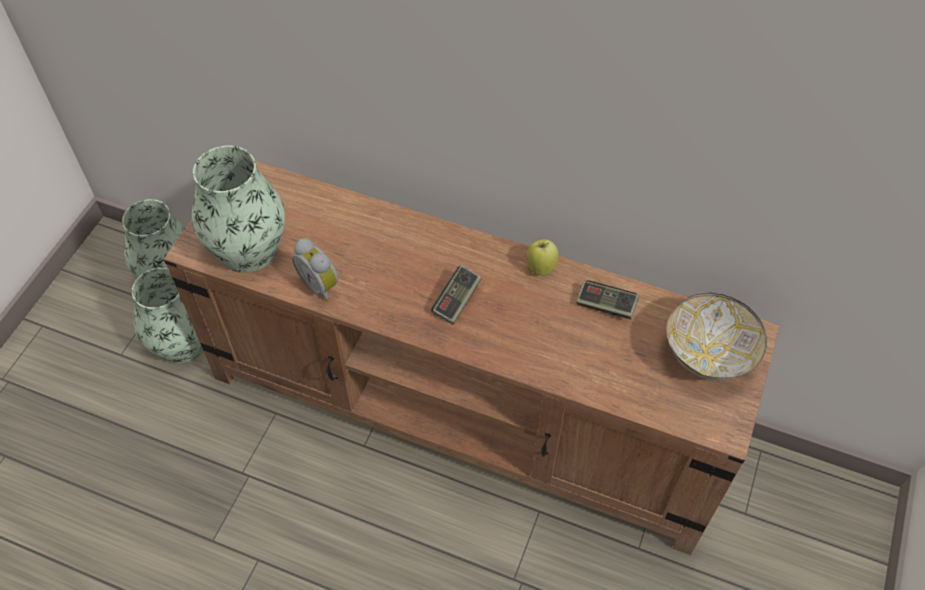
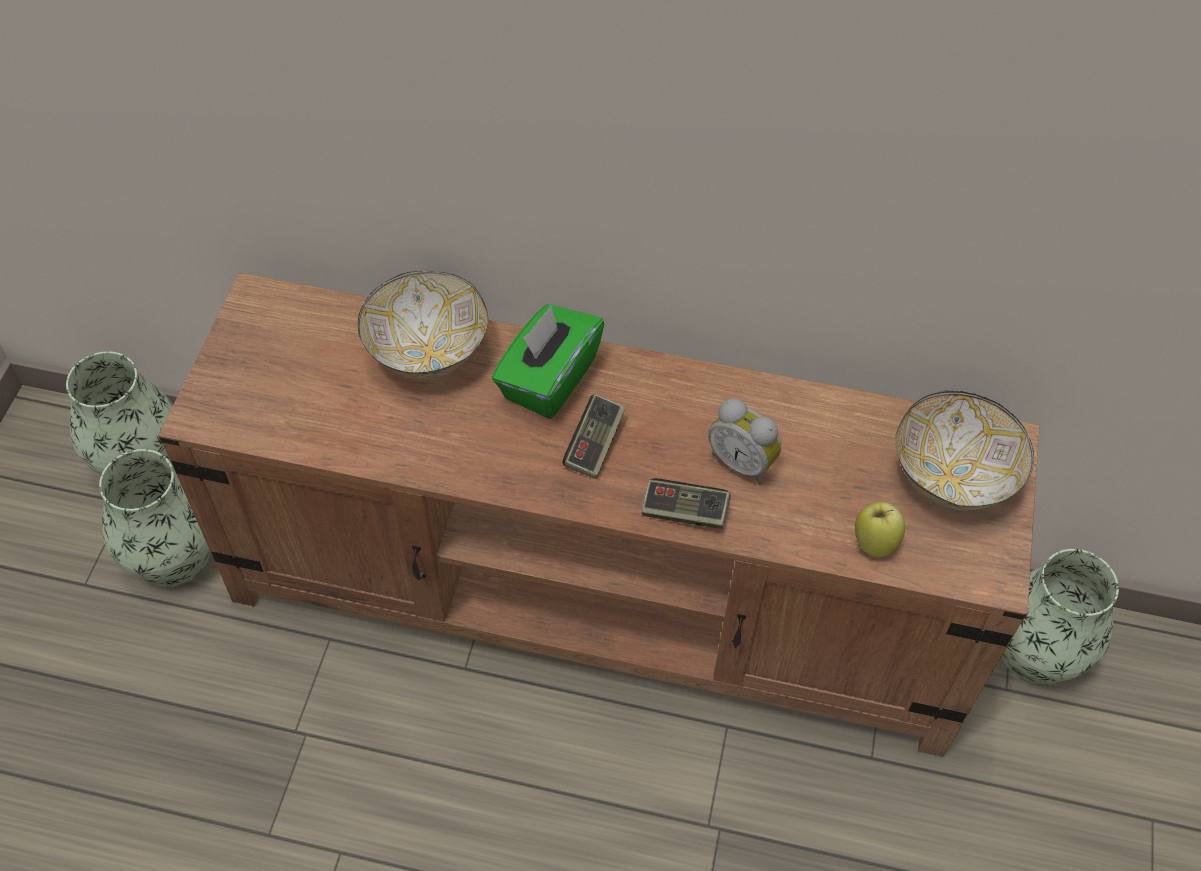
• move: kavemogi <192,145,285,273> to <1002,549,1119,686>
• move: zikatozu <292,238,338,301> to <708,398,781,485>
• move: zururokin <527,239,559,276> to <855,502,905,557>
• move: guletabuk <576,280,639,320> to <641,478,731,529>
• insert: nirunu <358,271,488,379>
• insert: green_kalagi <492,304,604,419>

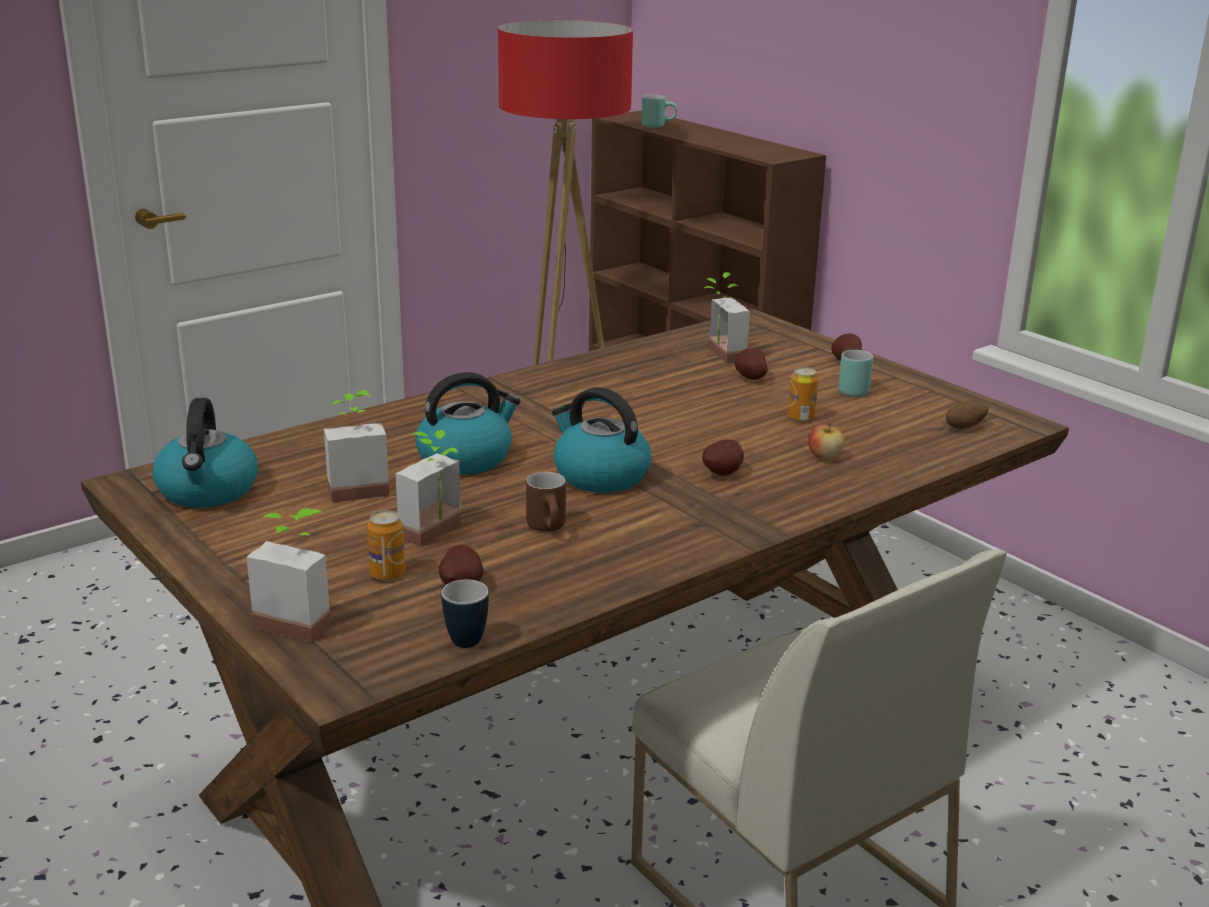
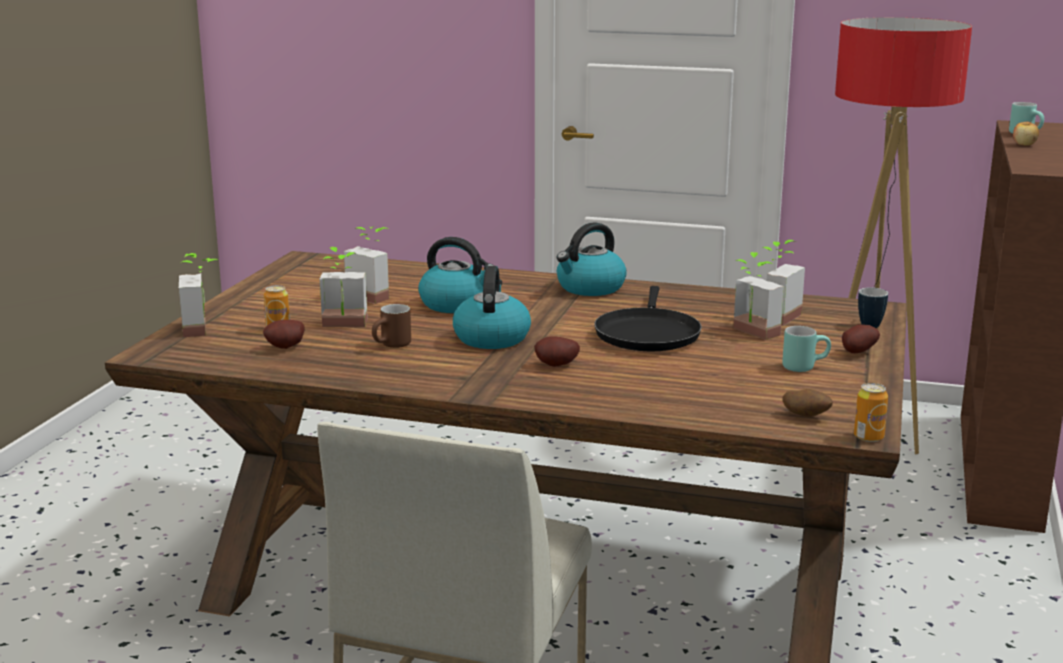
• move: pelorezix <152,398,258,508> to <557,222,627,296>
• move: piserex <442,580,489,648> to <858,288,888,328>
• replace: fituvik <734,348,768,380> to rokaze <733,252,784,340>
• move: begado <788,367,819,422> to <854,383,888,442>
• move: zururokin <808,422,845,460> to <1013,120,1039,145>
• insert: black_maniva <594,286,702,351>

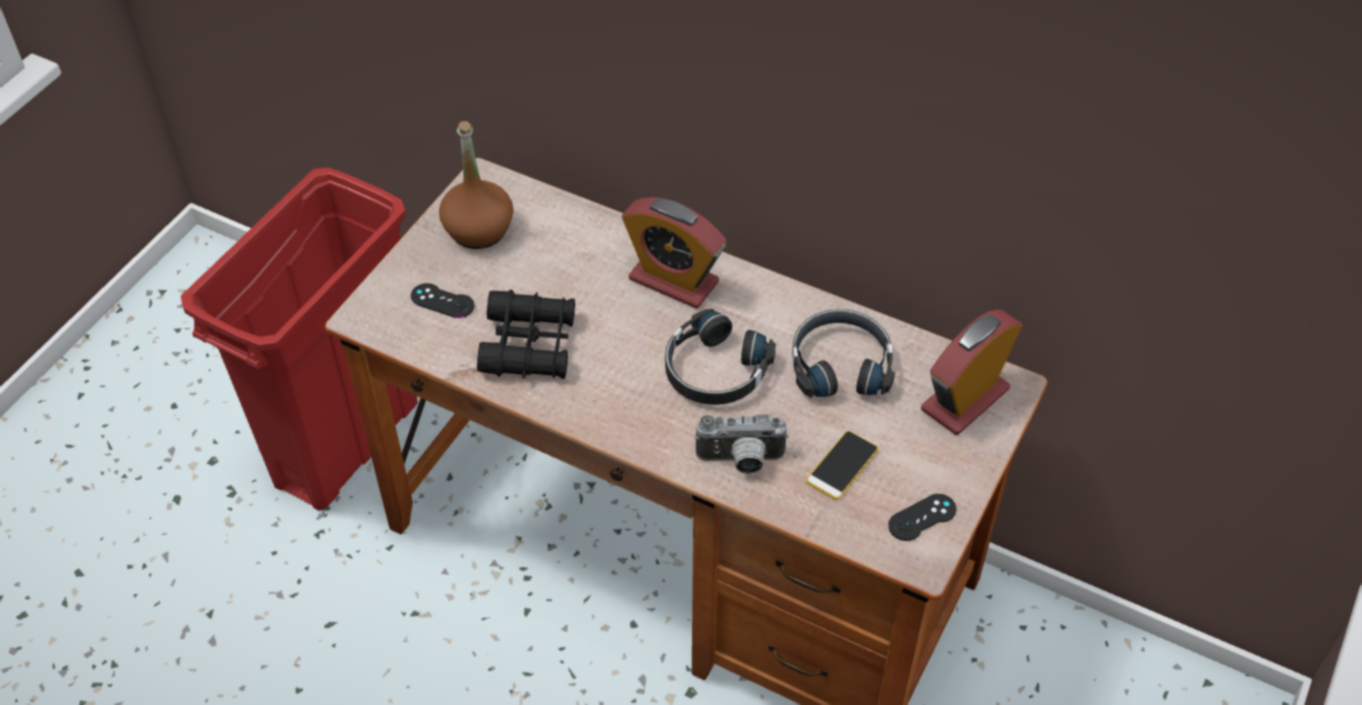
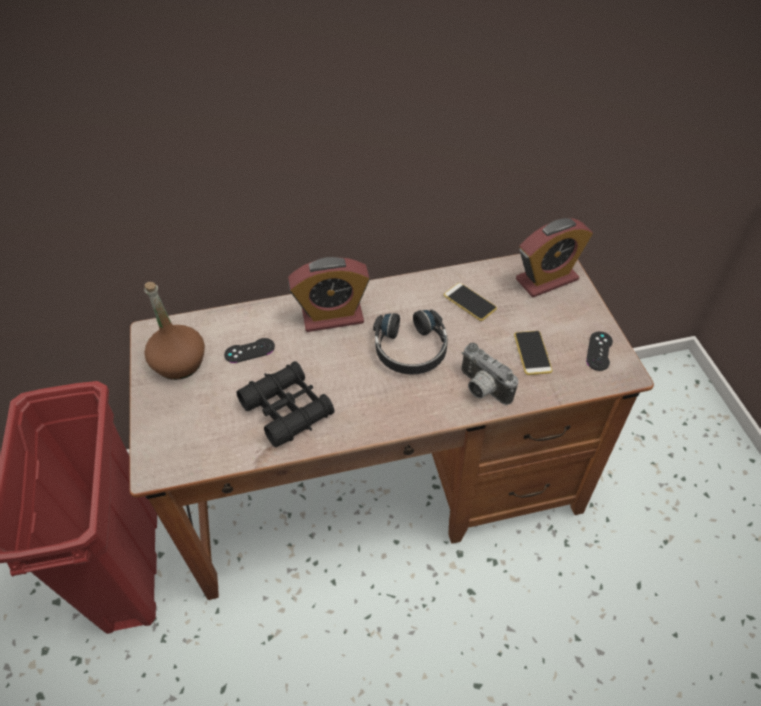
• move: black_guletabuk <411,283,475,318> to <224,338,275,363>
• rotate: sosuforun <695,415,788,474> = <461,342,518,405> 90 degrees clockwise
• replace: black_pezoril <792,309,895,397> to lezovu <444,283,497,321>
• rotate: zikatozu <921,310,1022,435> = <516,218,593,297> 120 degrees counterclockwise

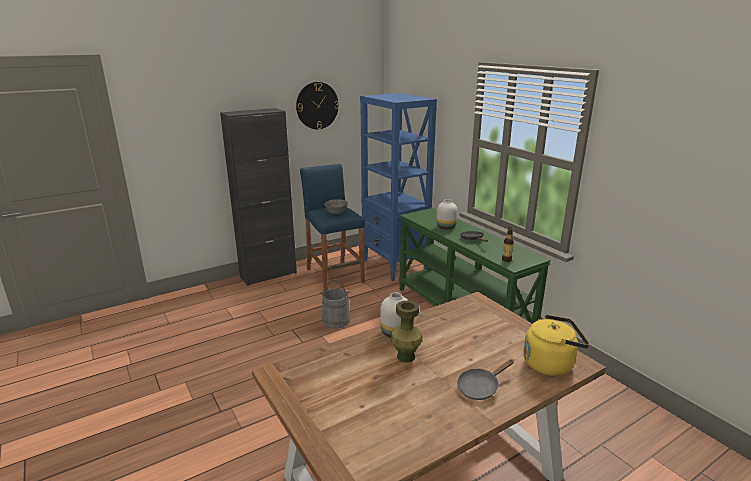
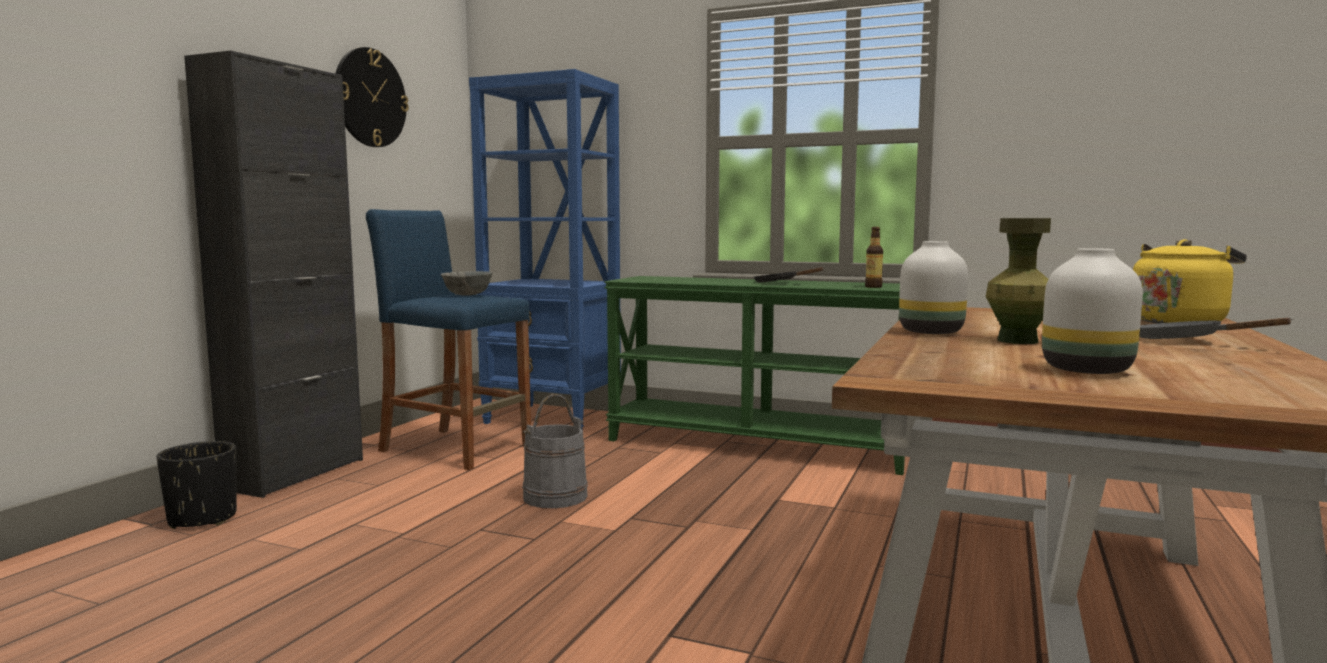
• move: white_kavemogi <436,199,457,229> to <1042,248,1143,374>
• rotate: grey_maniva <457,359,514,400> = <1139,318,1294,339> 120 degrees clockwise
• insert: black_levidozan <156,441,237,529>

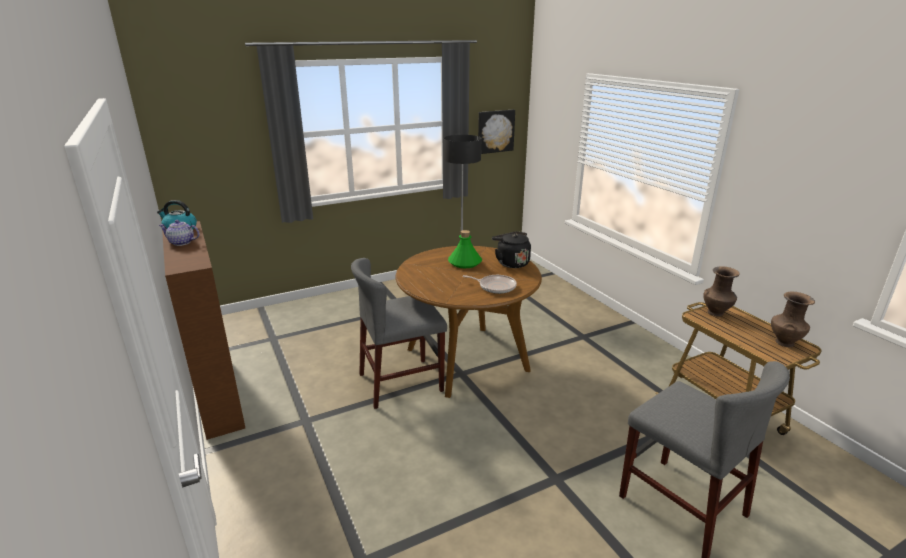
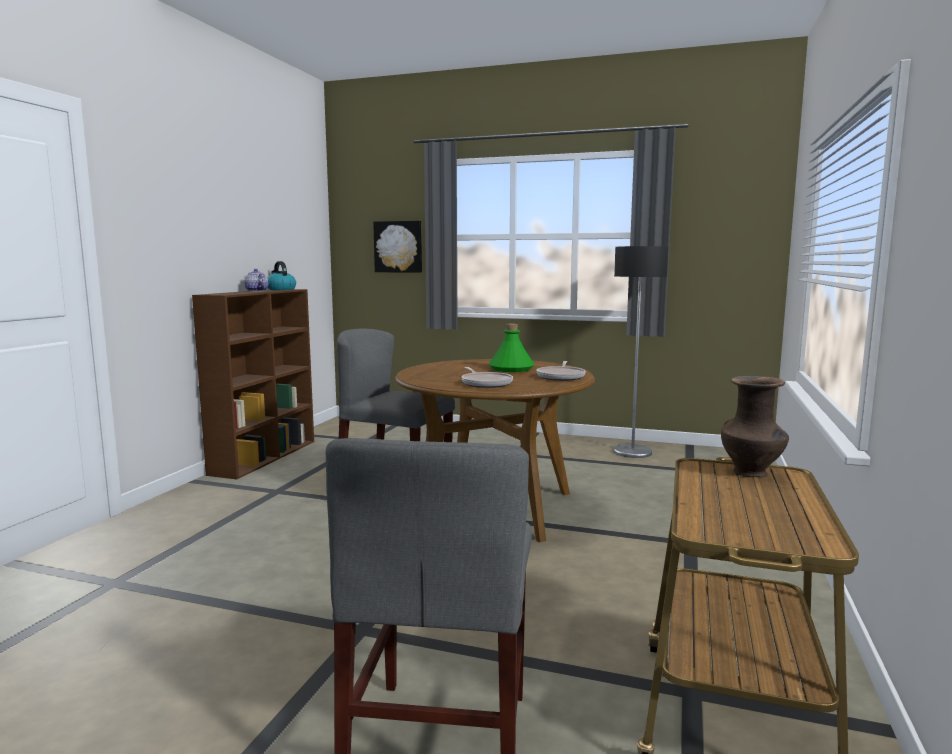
• move: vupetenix <478,110,515,154> to <373,221,422,273>
• replace: black_pelorezix <492,232,531,268> to maniva <536,361,586,381>
• delete: brown_kavemogi <771,292,815,347>

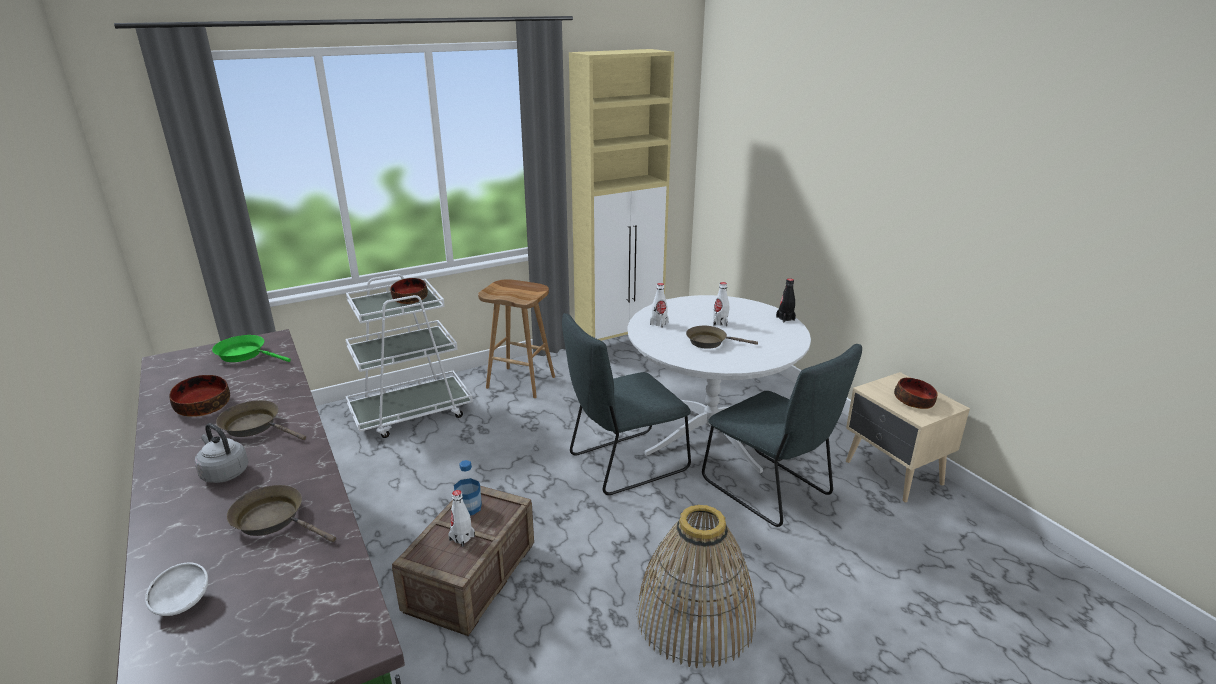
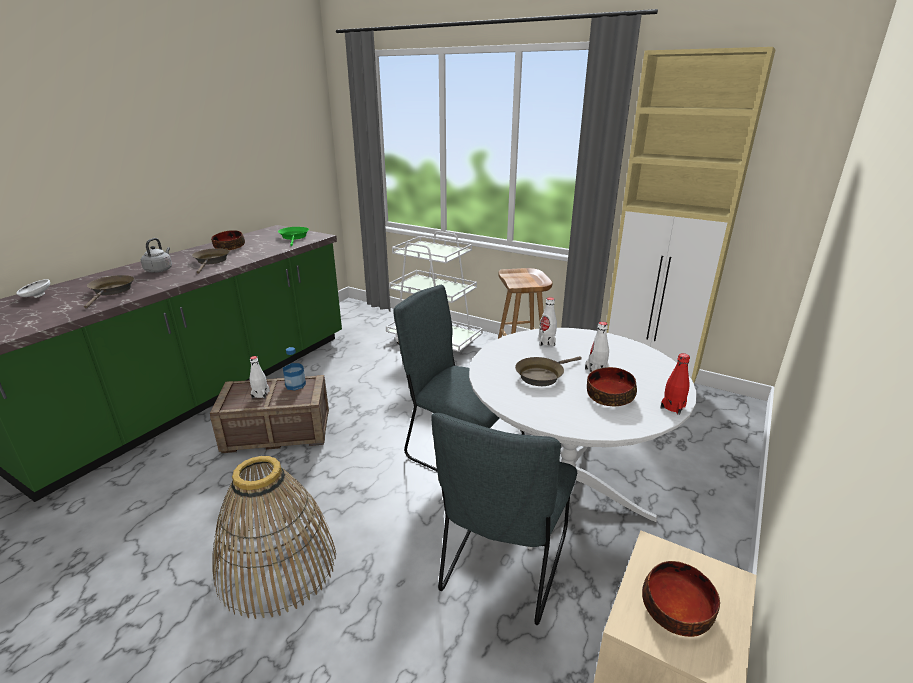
• move: nirunu <390,278,428,304> to <587,367,637,406>
• rotate: brown_maniva <686,326,758,349> = <515,356,582,386> 105 degrees counterclockwise
• recolor: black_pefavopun <776,278,796,322> to red_pefavopun <660,353,690,415>

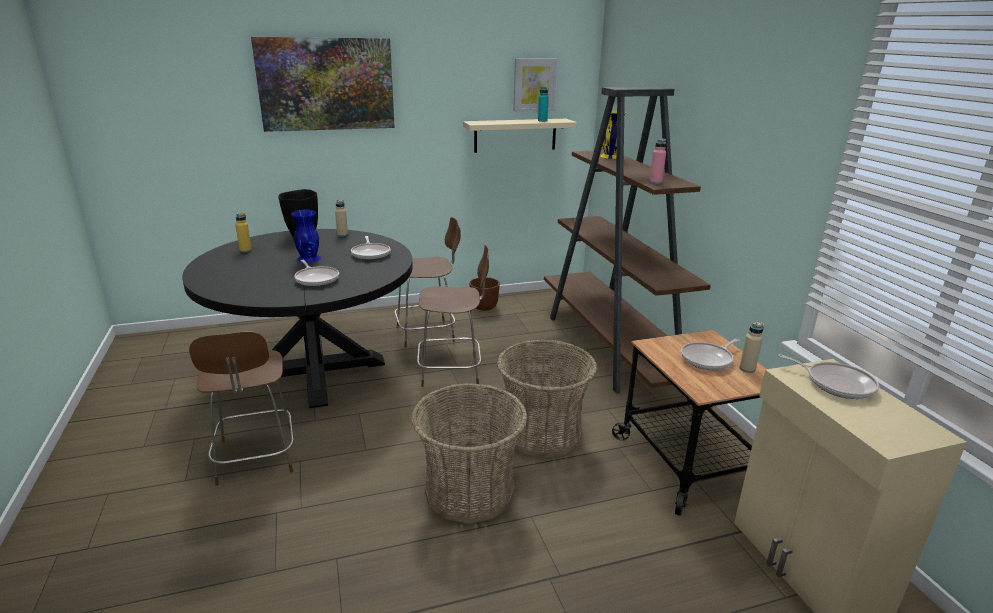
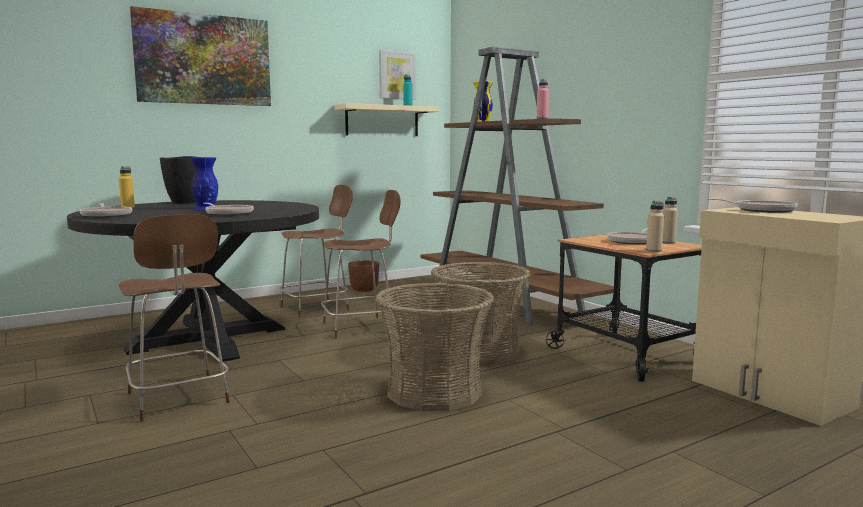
• move: beige_pefavopun <335,200,348,236> to <646,201,664,252>
• move: maniva <351,236,390,260> to <79,203,132,218>

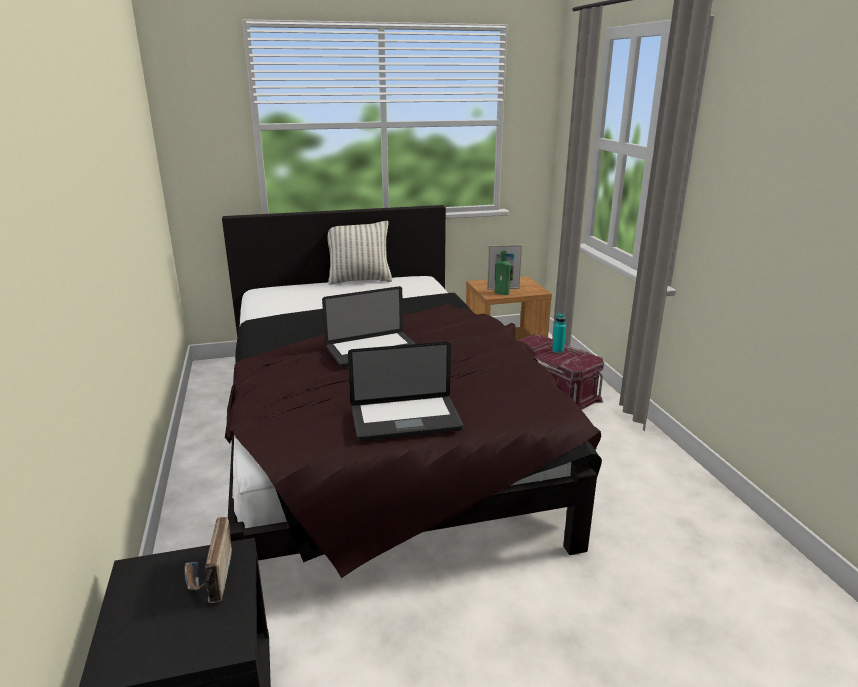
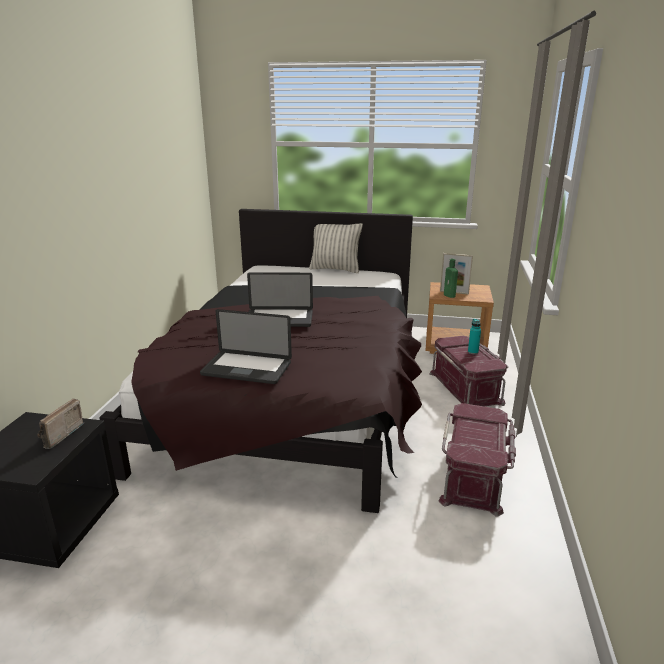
• insert: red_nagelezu <438,403,516,516>

